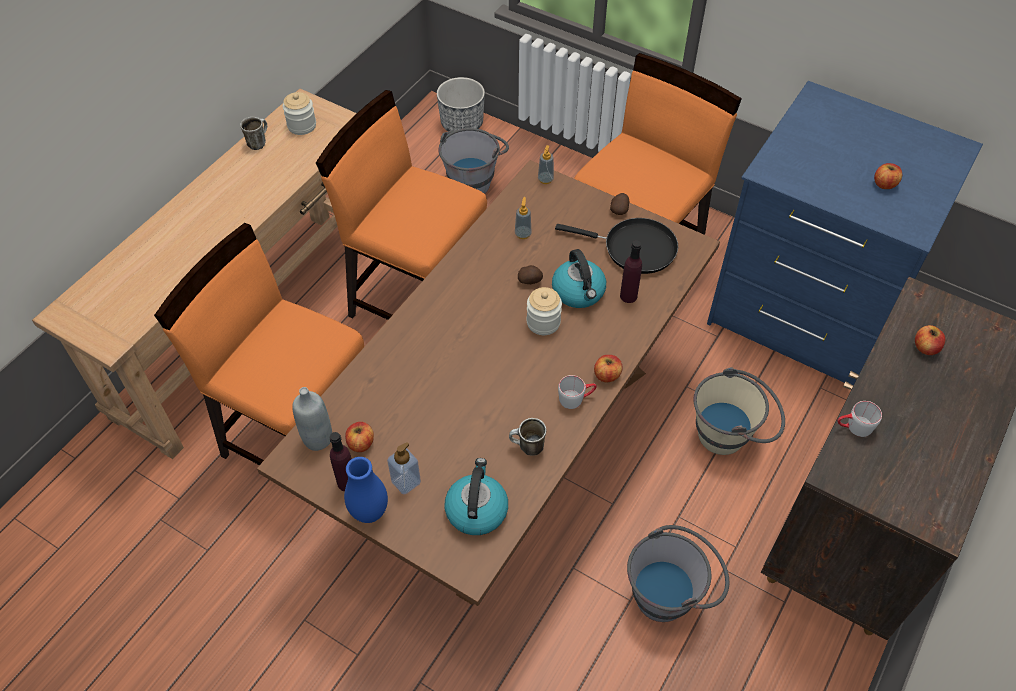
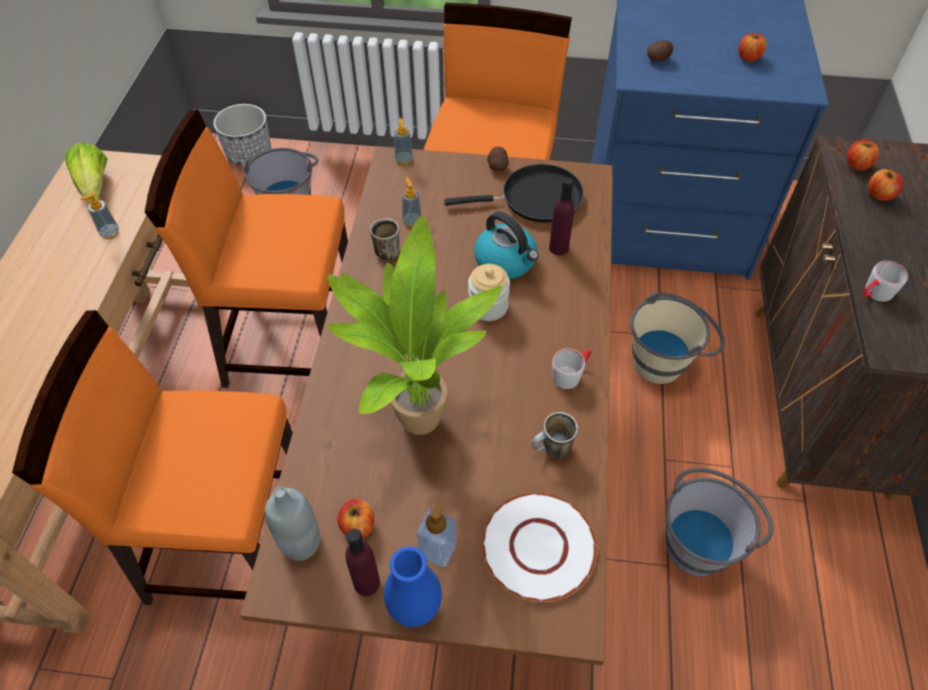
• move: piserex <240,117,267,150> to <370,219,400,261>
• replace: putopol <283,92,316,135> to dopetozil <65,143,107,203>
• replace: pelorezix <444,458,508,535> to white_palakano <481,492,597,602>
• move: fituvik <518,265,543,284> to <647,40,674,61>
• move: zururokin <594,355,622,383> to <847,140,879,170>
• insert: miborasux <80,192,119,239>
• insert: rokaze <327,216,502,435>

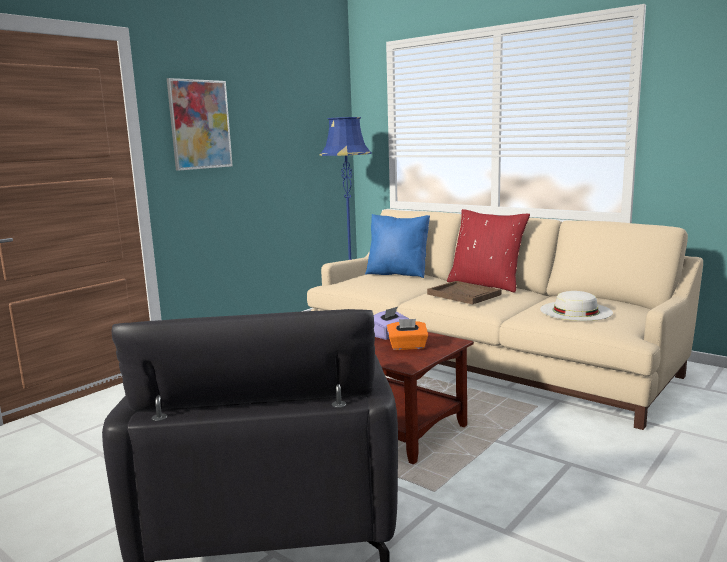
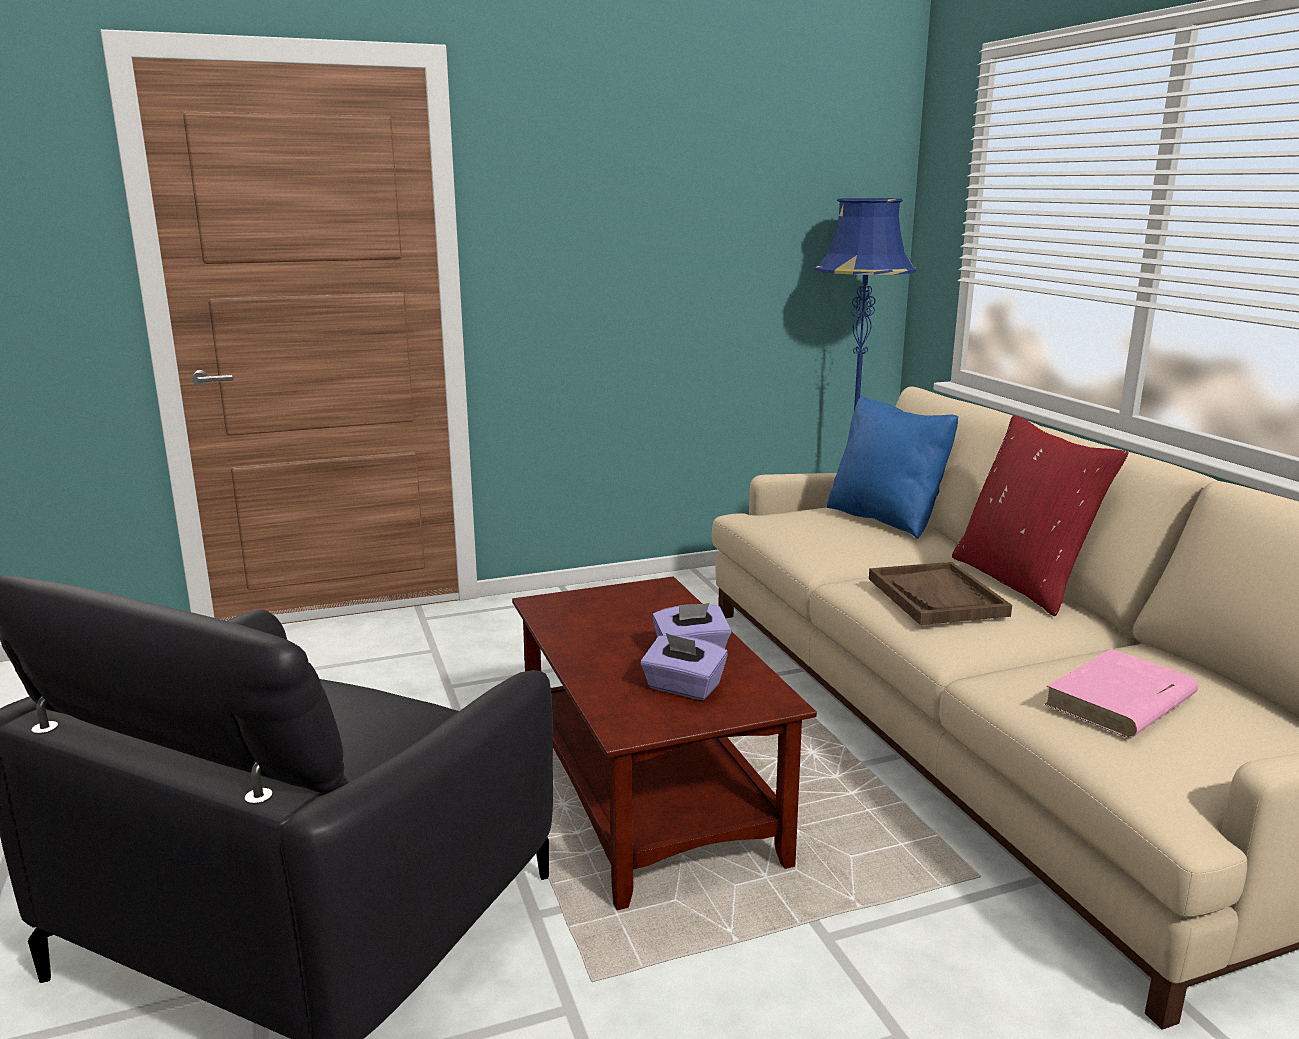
• delete: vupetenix <167,78,233,171>
• recolor: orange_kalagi <387,319,428,350> to purple_kalagi <641,633,728,700>
• replace: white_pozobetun <540,291,613,321> to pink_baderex <1044,649,1198,738>

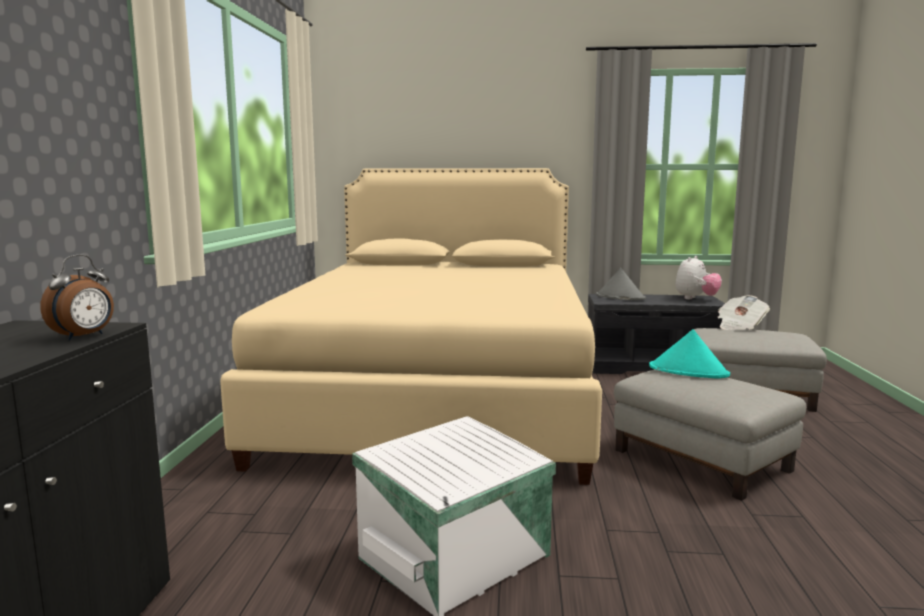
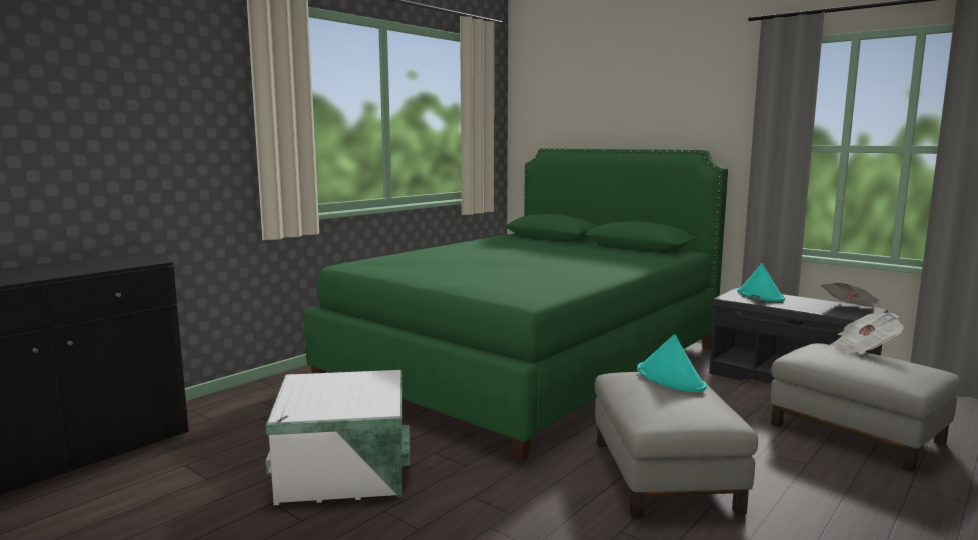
• delete: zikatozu <40,255,114,340>
• recolor: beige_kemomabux <220,168,602,485> to green_kemomabux <304,148,728,462>
• recolor: grey_pozobetun <596,268,646,300> to turquoise_pozobetun <737,263,785,302>
• replace: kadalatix <676,256,722,299> to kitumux <821,283,879,307>

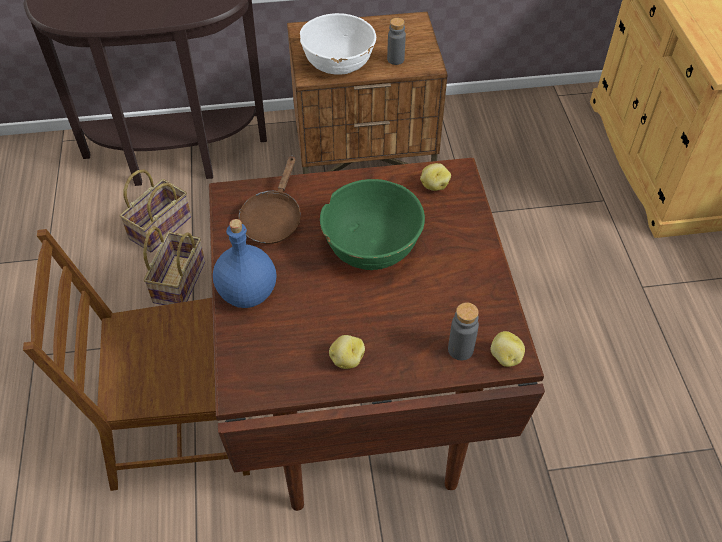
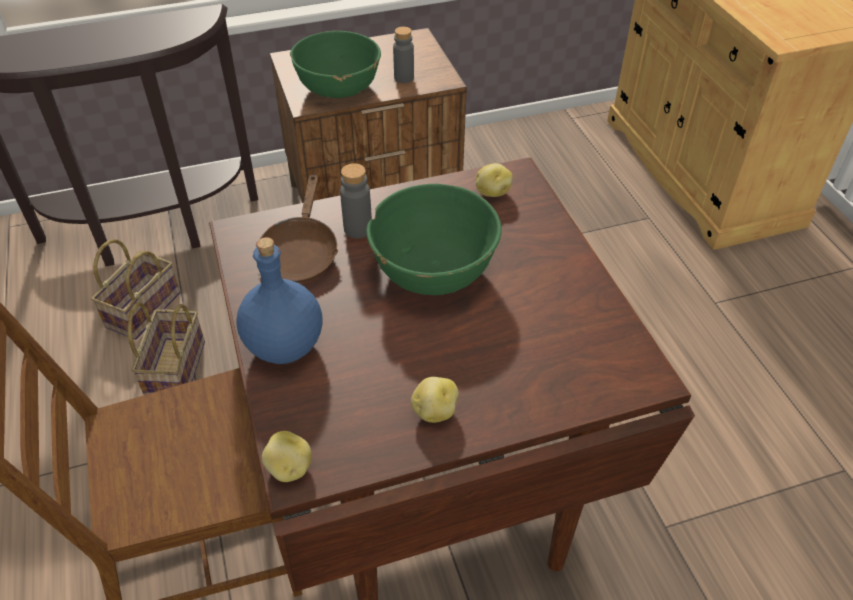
• recolor: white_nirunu <300,13,376,75> to green_nirunu <290,31,381,98>
• move: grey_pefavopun <448,303,479,361> to <340,163,372,239>
• move: fituvik <491,331,525,367> to <262,431,312,482>

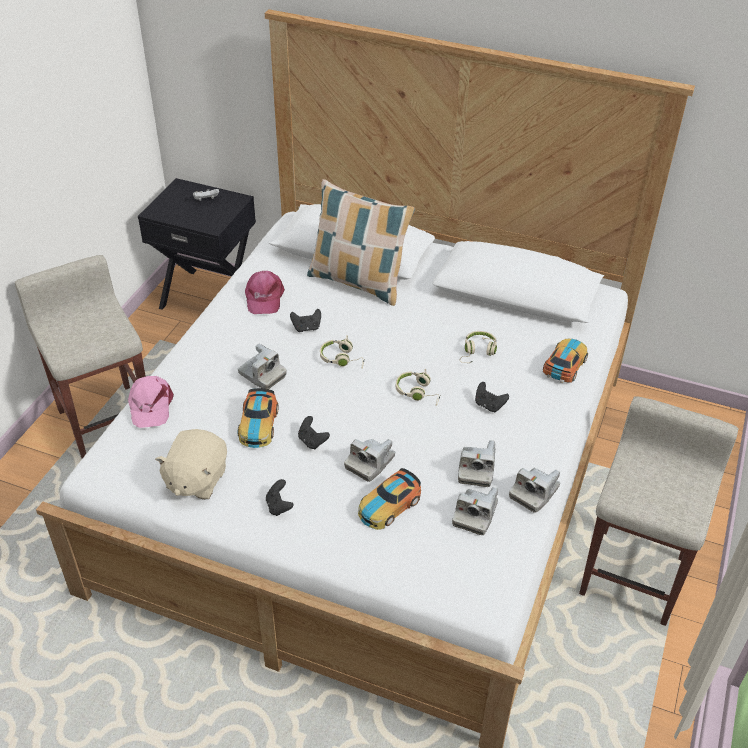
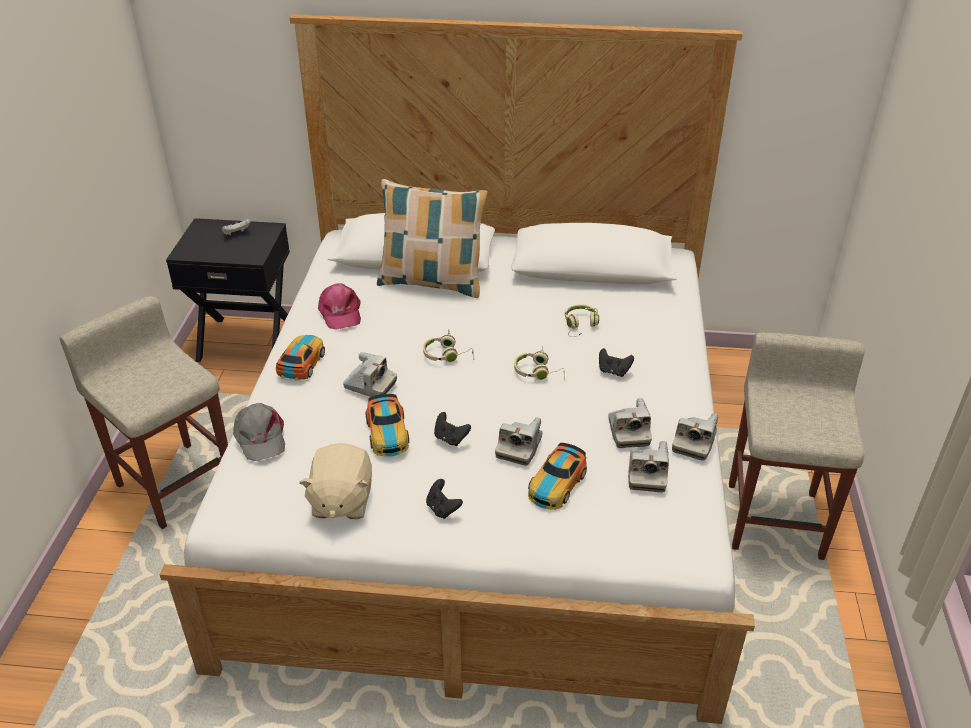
• recolor: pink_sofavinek <128,376,174,428> to grey_sofavinek <233,403,285,461>
• delete: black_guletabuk <290,309,321,332>
• move: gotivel <543,339,588,383> to <276,335,325,381>

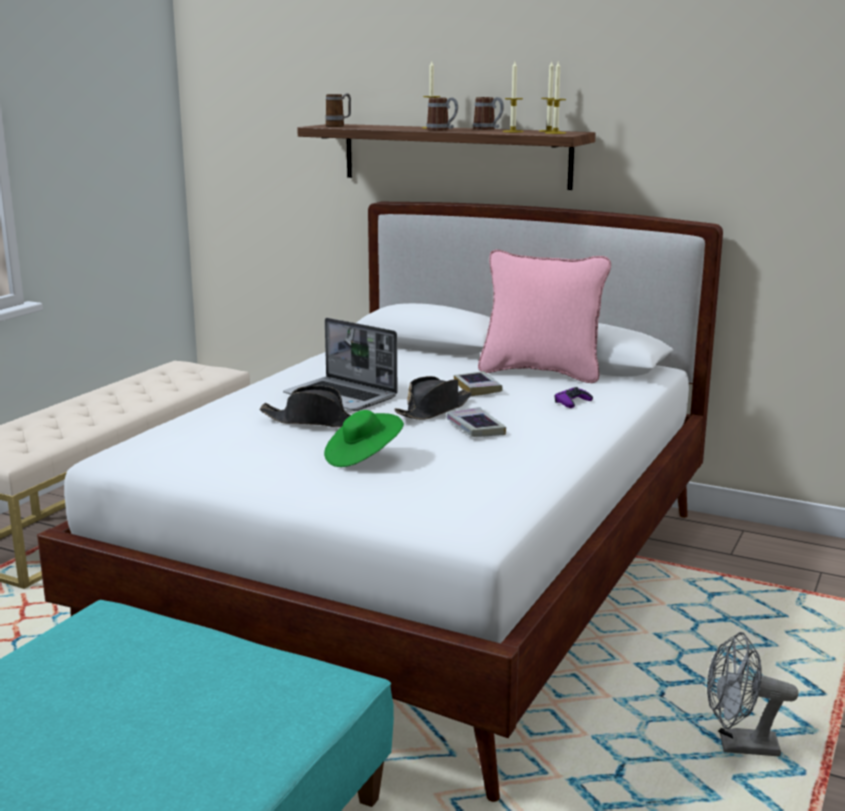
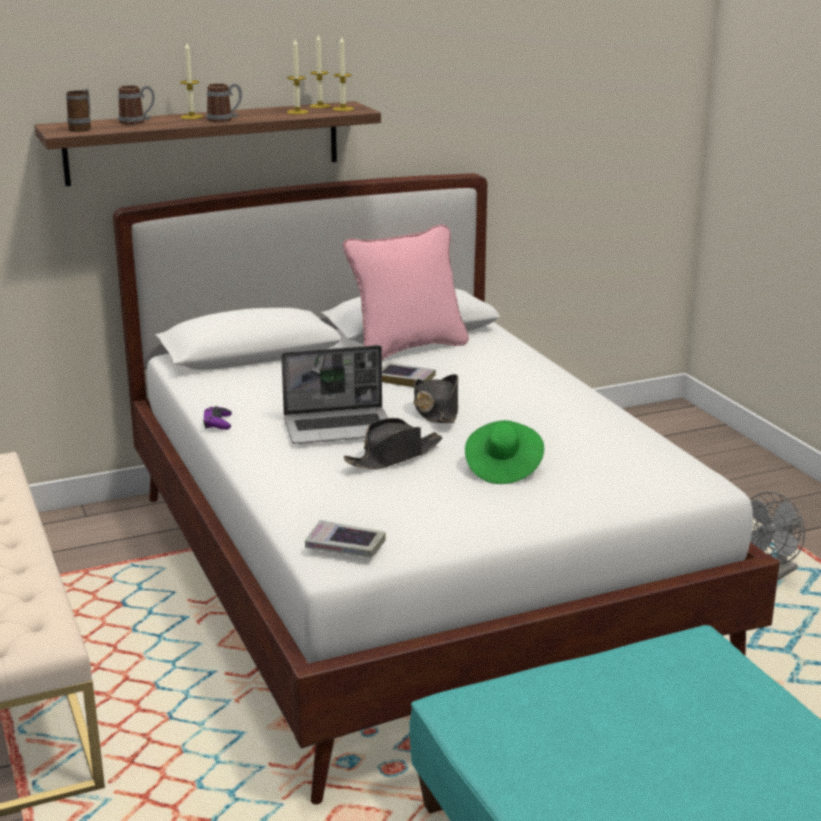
• move: baderex <446,407,506,437> to <305,520,386,558>
• move: piserex <473,97,504,130> to <118,85,155,125>
• move: purple_guletabuk <555,387,593,408> to <203,406,232,430>

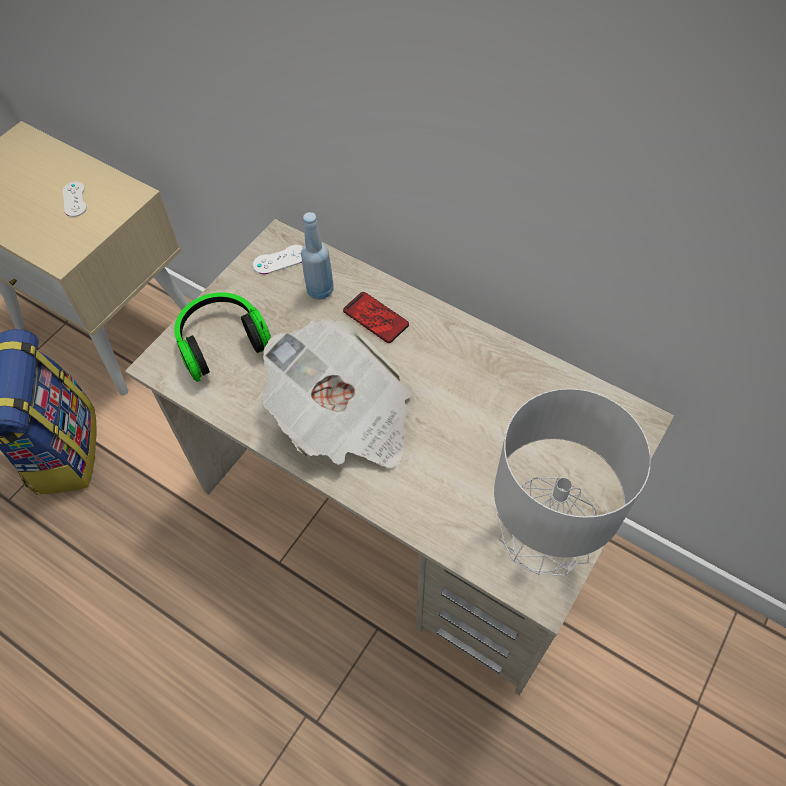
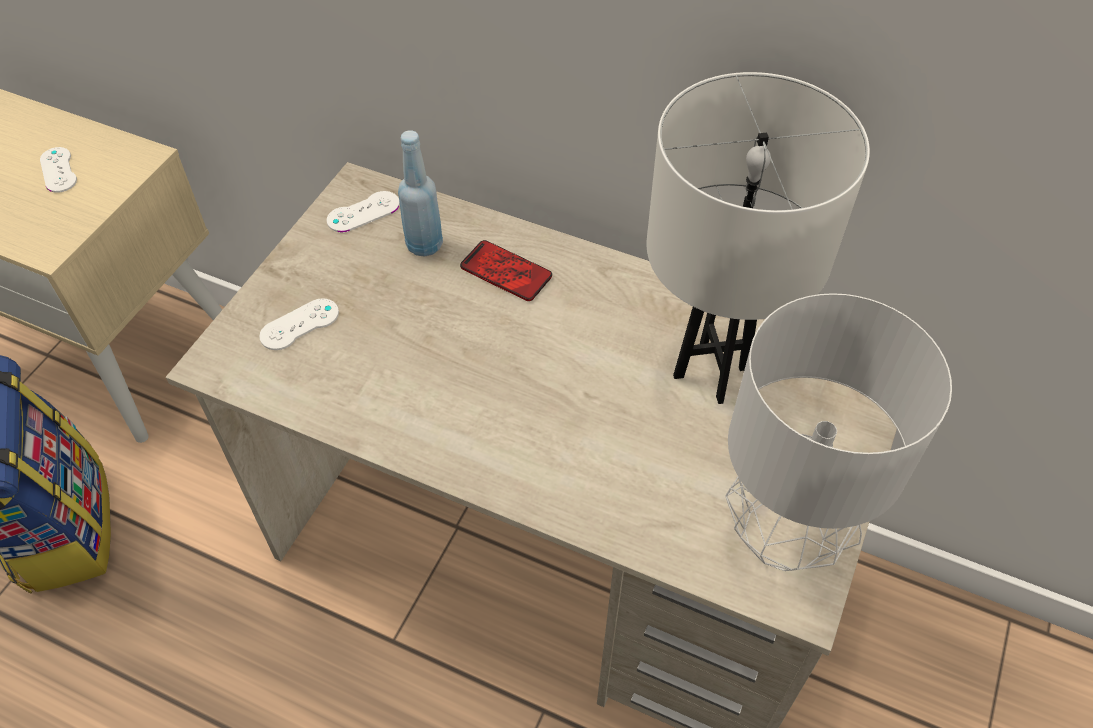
• replace: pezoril <174,292,271,382> to white_guletabuk <259,298,339,350>
• delete: kitumux <262,319,412,468>
• insert: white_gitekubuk <646,72,870,404>

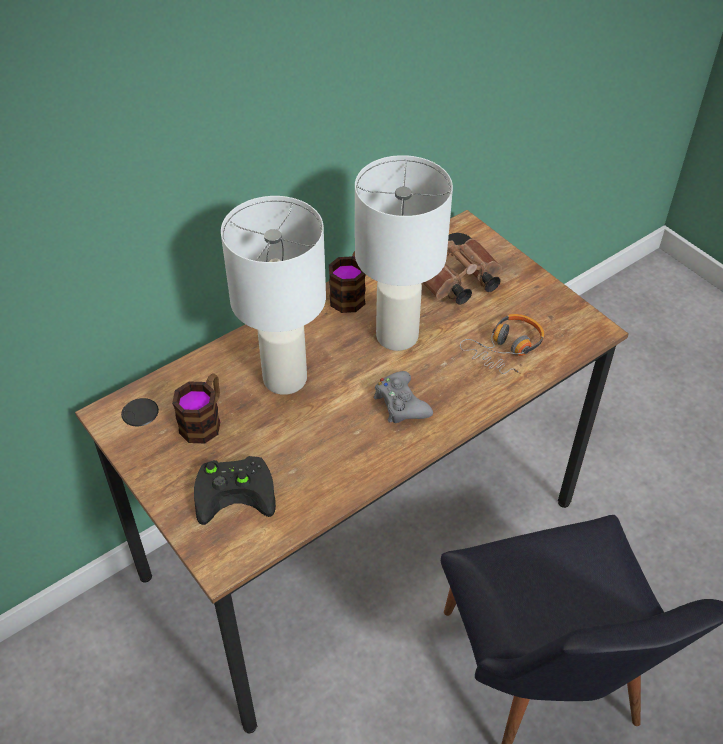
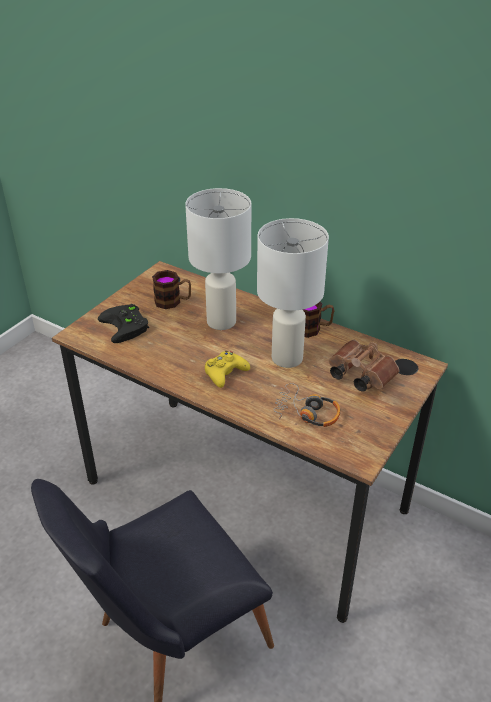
• recolor: grey_guletabuk <374,371,433,423> to yellow_guletabuk <205,351,250,388>

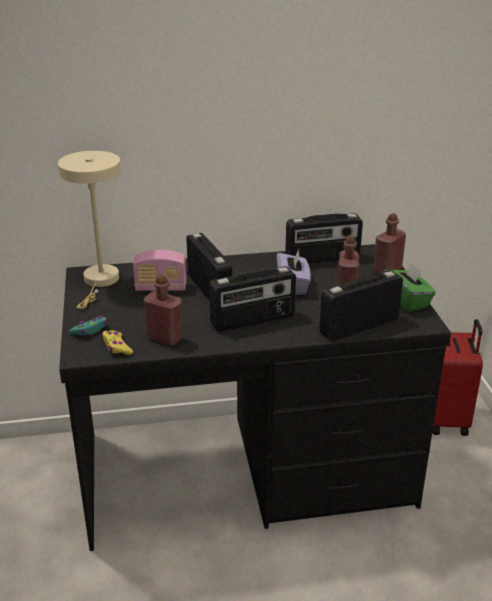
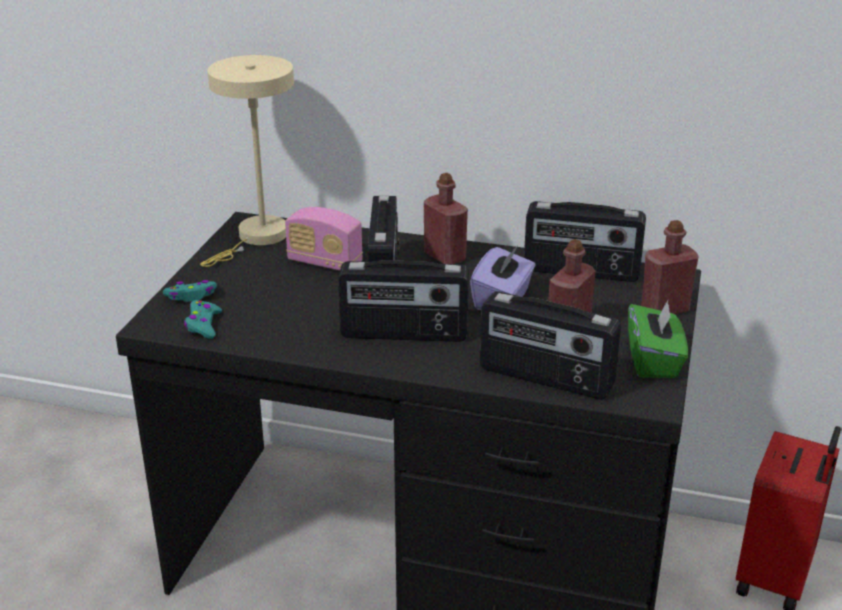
• recolor: yellow_guletabuk <102,331,133,355> to turquoise_guletabuk <184,300,222,339>
• move: red_pefavopun <144,275,182,346> to <424,173,468,264>
• rotate: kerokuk <319,270,403,341> = <480,291,621,400> 150 degrees counterclockwise

